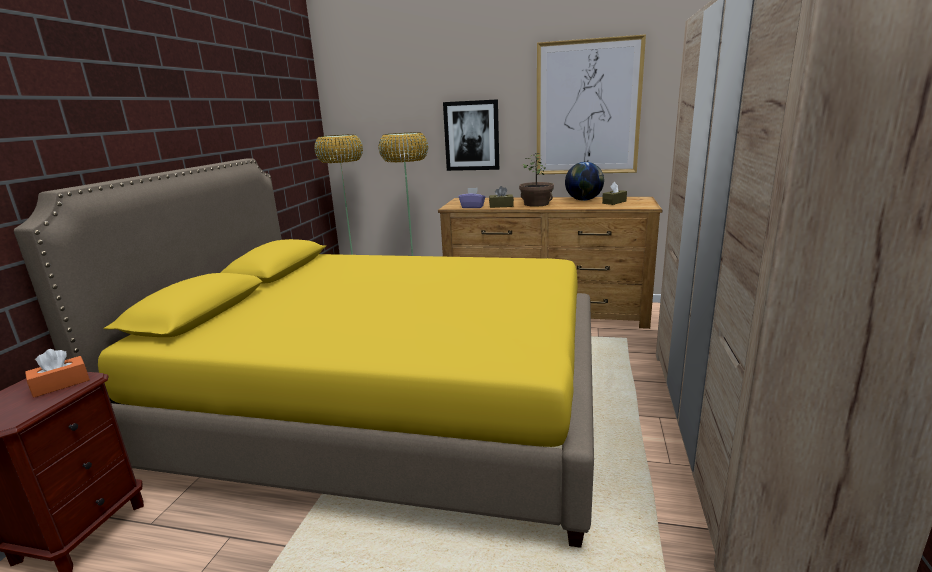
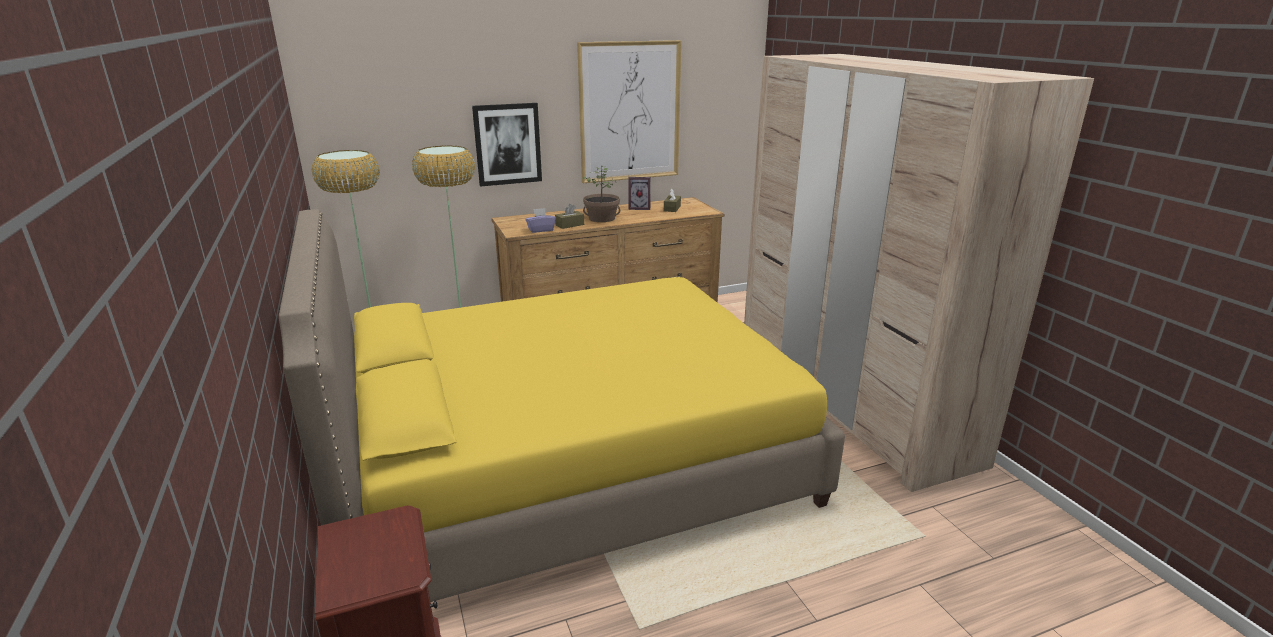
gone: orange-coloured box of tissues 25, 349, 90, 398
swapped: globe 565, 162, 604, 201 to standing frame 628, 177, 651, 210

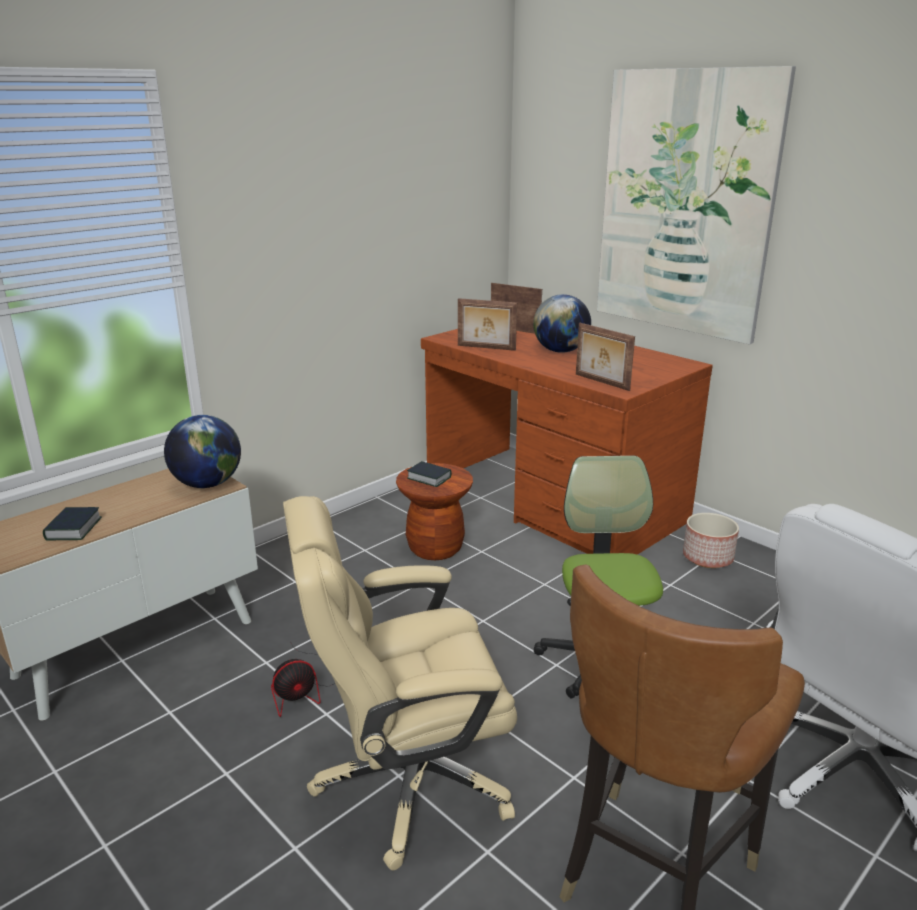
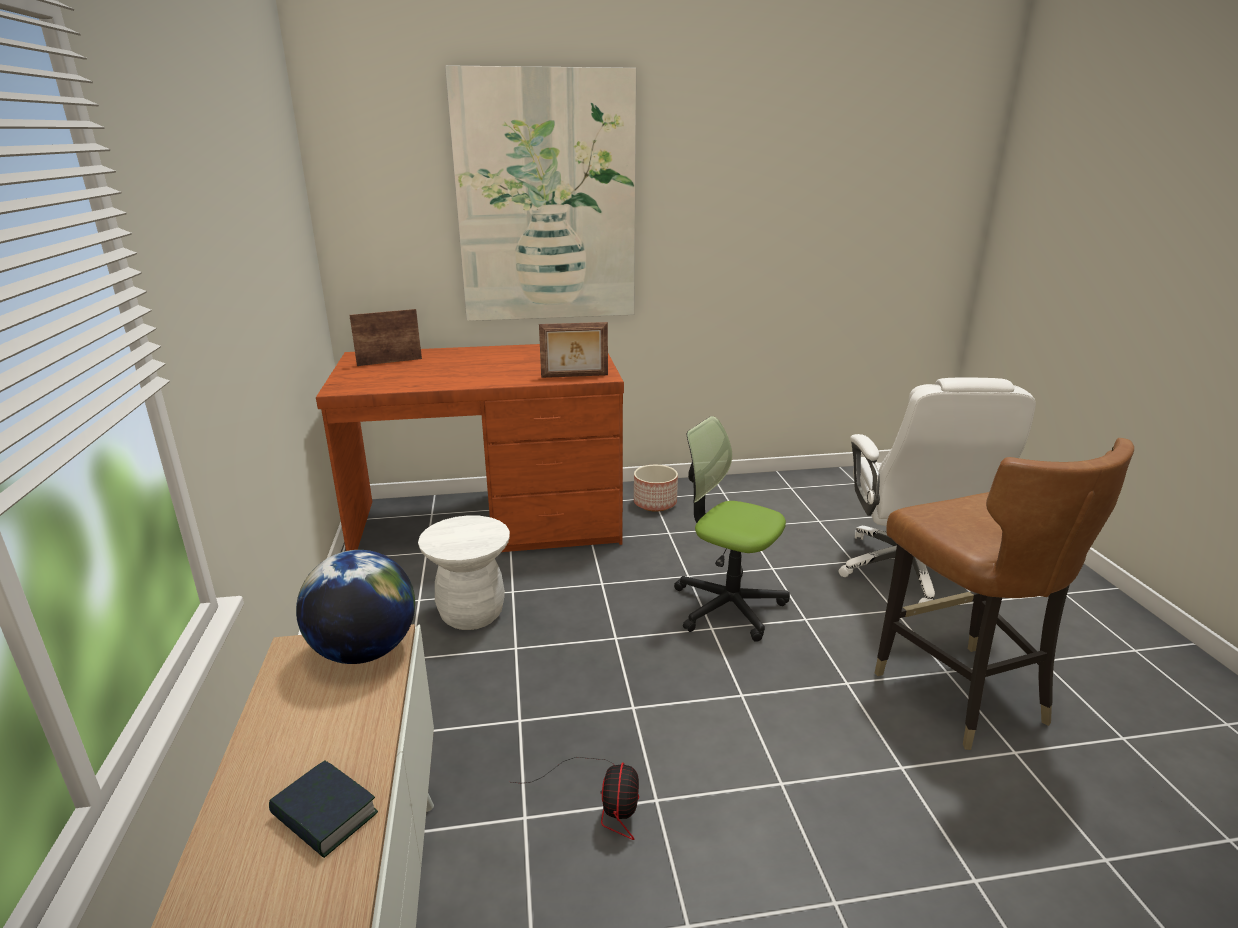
gone: beige computer chair 283, 496, 517, 870; book 407, 461, 452, 487; standing frame 458, 298, 517, 351; globe 533, 294, 591, 353
repainted: brownish stool seat 396, 463, 473, 560 to whitish stool seat 418, 515, 510, 630

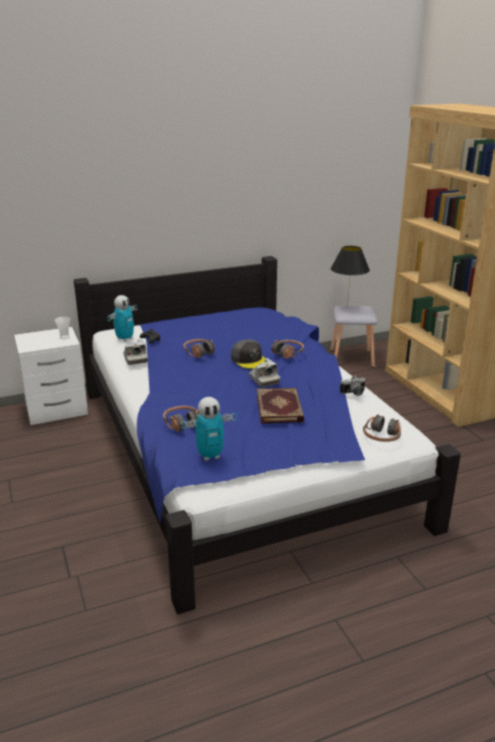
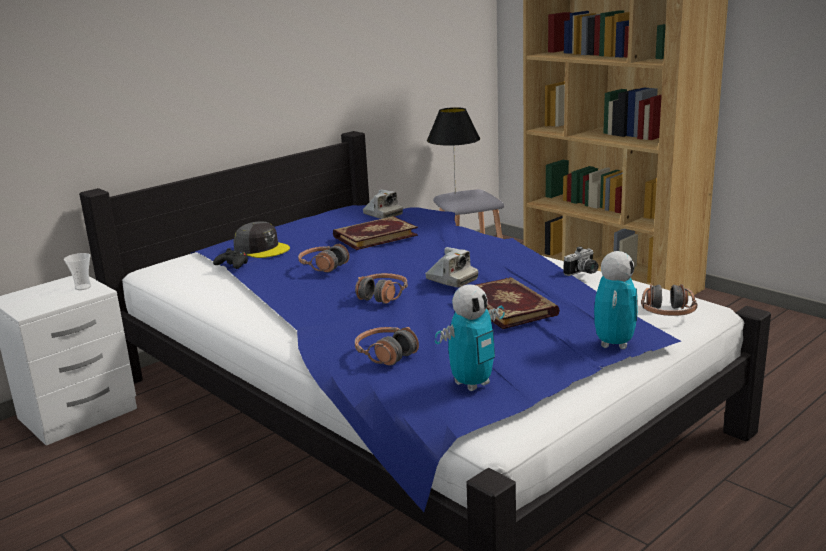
new: book 333, 216, 418, 250
shifted: robot figure 107, 295, 138, 342 to 594, 251, 638, 349; still camera 123, 339, 148, 365 to 363, 189, 403, 219; greyish baseball cap 231, 339, 265, 369 to 234, 221, 290, 258; headphones 271, 340, 304, 359 to 355, 273, 408, 304

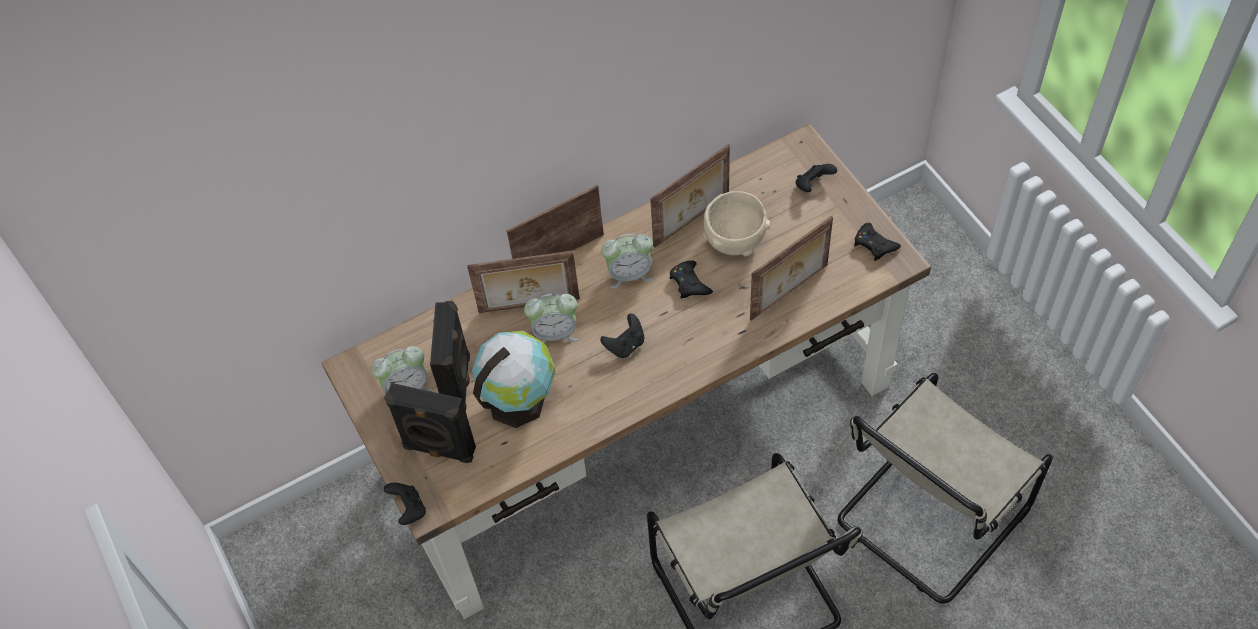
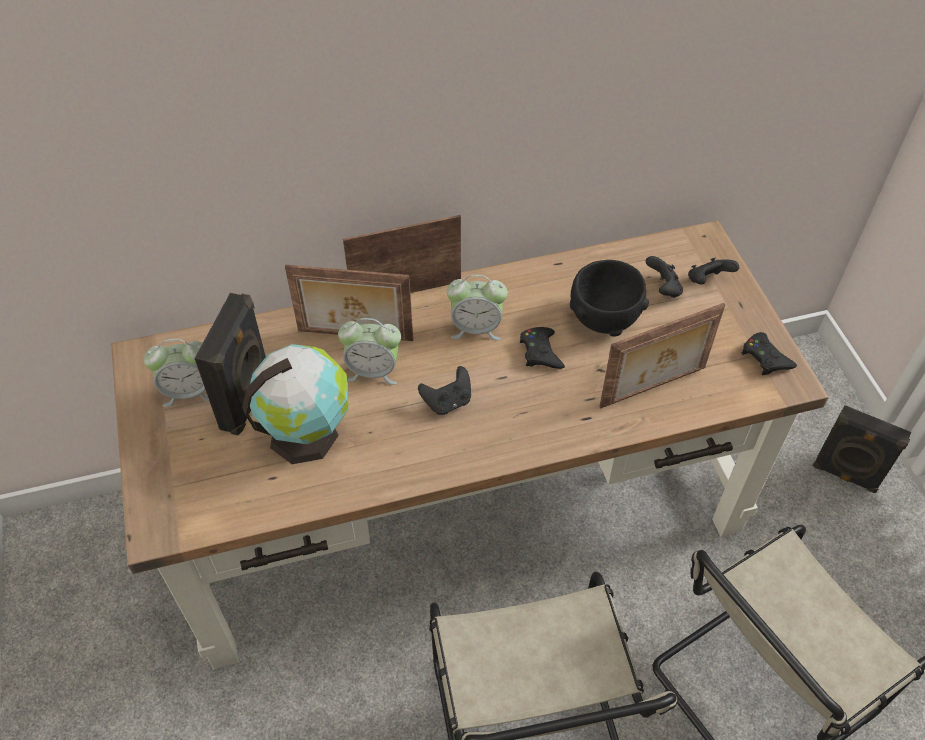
gone: standing frame 650, 144, 730, 248
shifted: black loudspeaker 384, 383, 476, 463 to 813, 405, 911, 493; black gamepad 384, 483, 426, 525 to 646, 256, 683, 298
repainted: beige serving bowl 703, 191, 770, 256 to black serving bowl 570, 260, 649, 336

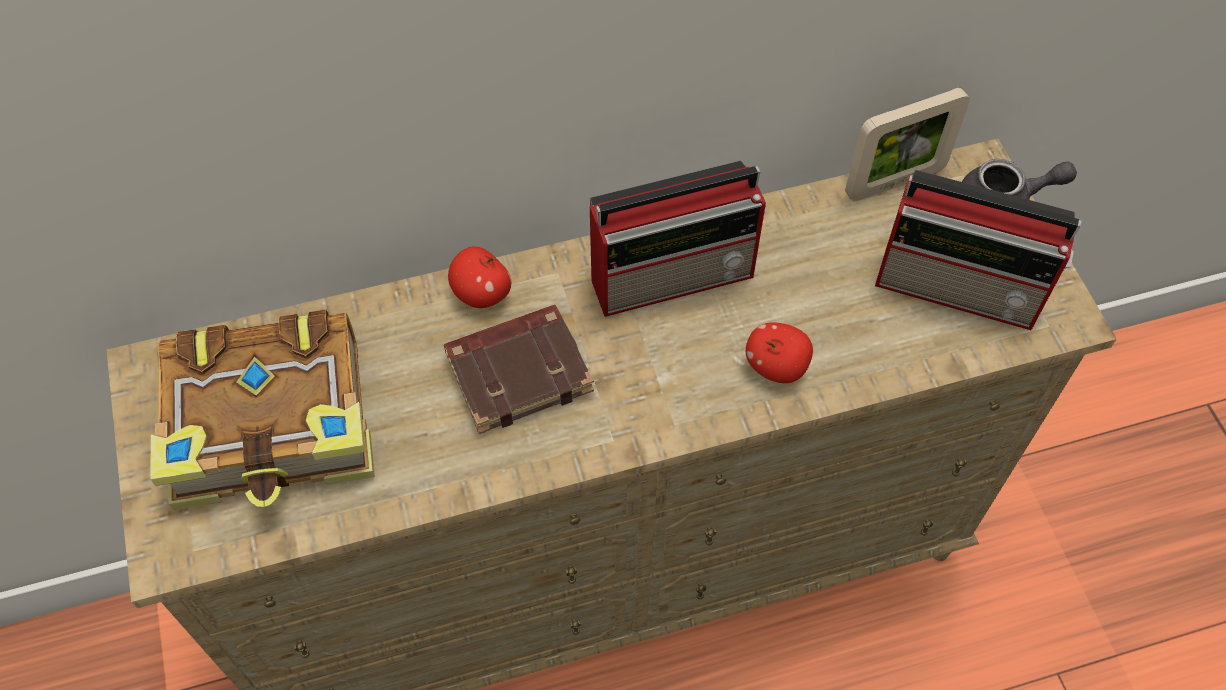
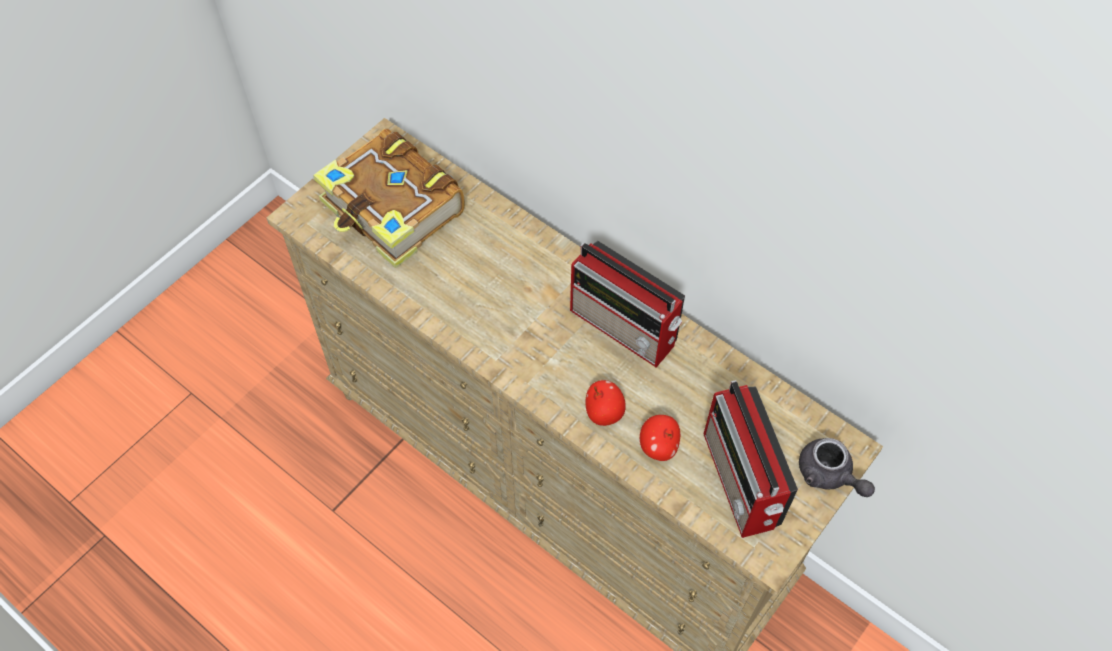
gone: brownish book 444, 305, 594, 434; standing frame 845, 88, 970, 201
shifted: apple 448, 246, 511, 308 to 640, 415, 680, 461

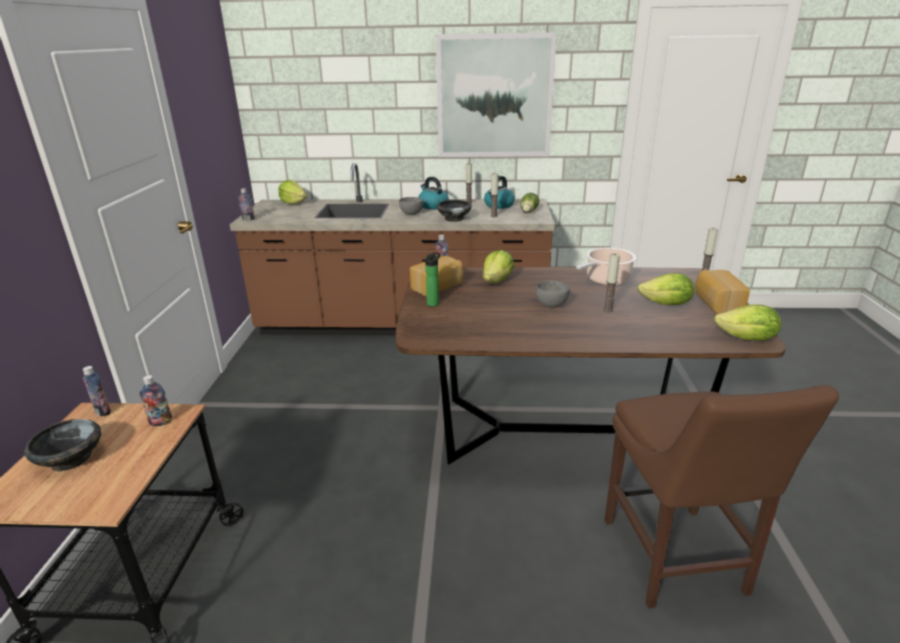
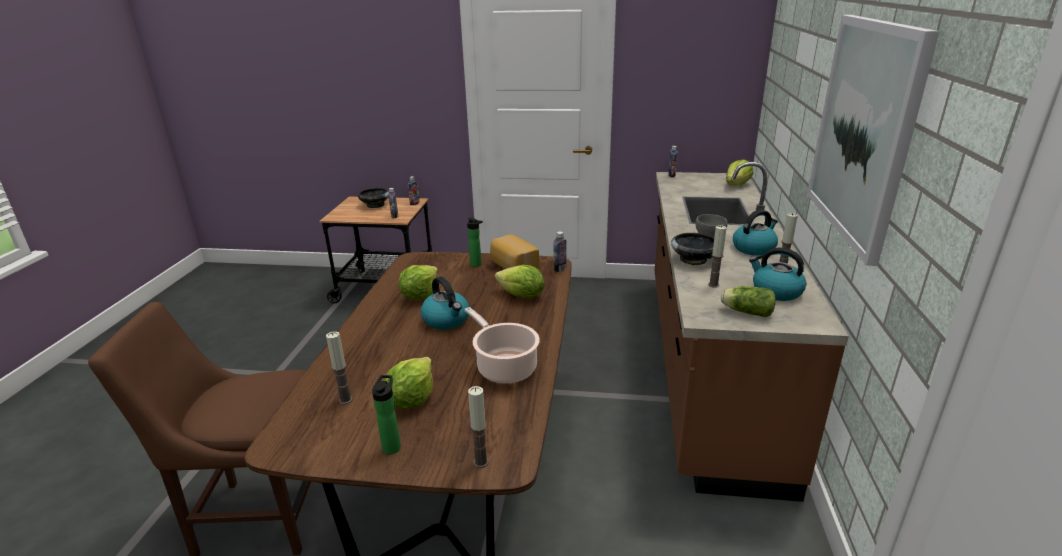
shifted: candle 603, 253, 620, 313 to 326, 331, 353, 404; lettuce 714, 304, 781, 341 to 399, 265, 438, 300
swapped: greyish serving bowl 536, 281, 570, 308 to water kettle 421, 277, 469, 330; bakery bread 695, 270, 750, 314 to beverage bottle 372, 375, 401, 454

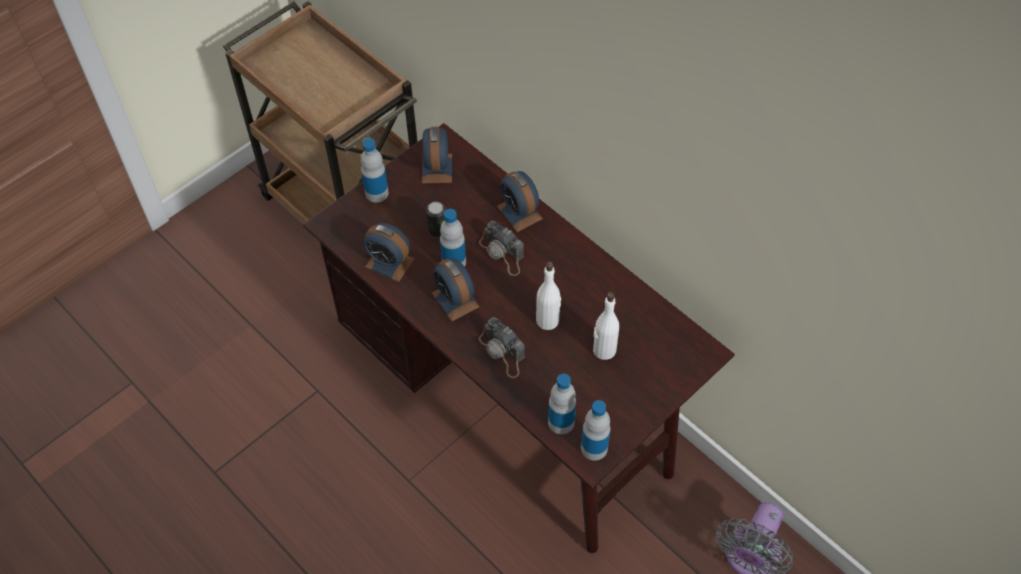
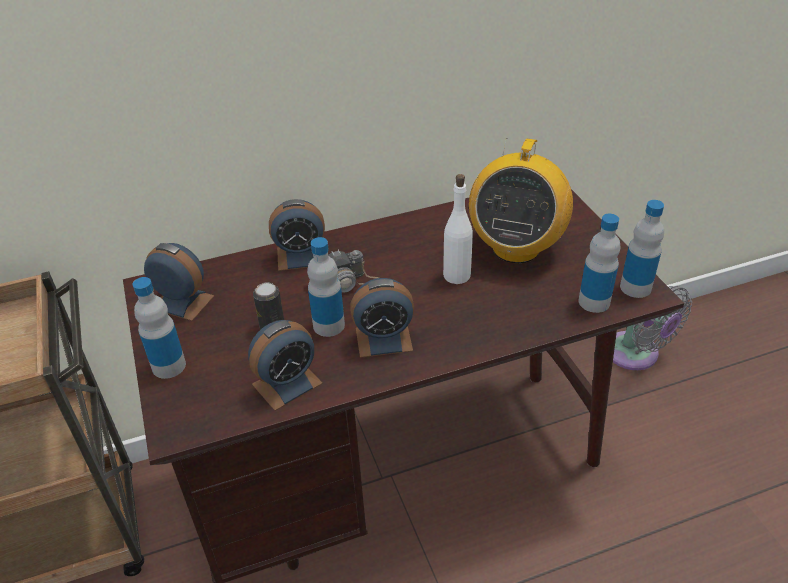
gone: still camera 479, 317, 525, 378
swapped: whitish beverage bottle 593, 292, 619, 360 to radio 469, 138, 573, 263

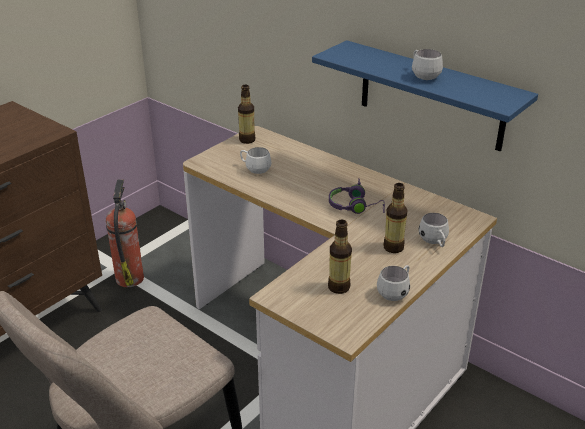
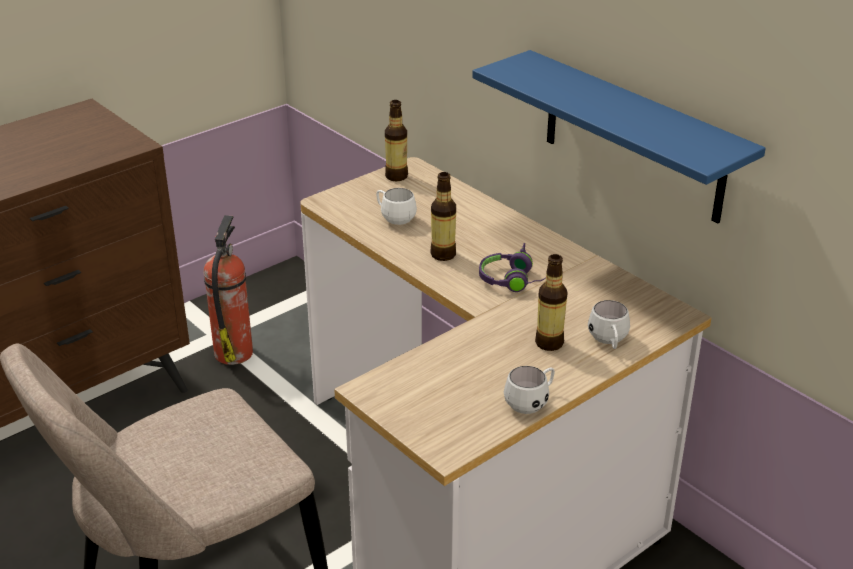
gone: whitish tea mug 412, 49, 443, 80
shifted: beverage bottle 328, 220, 352, 294 to 430, 172, 456, 261

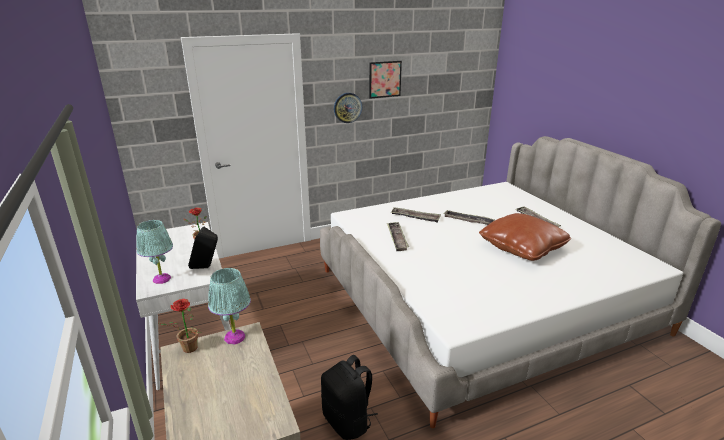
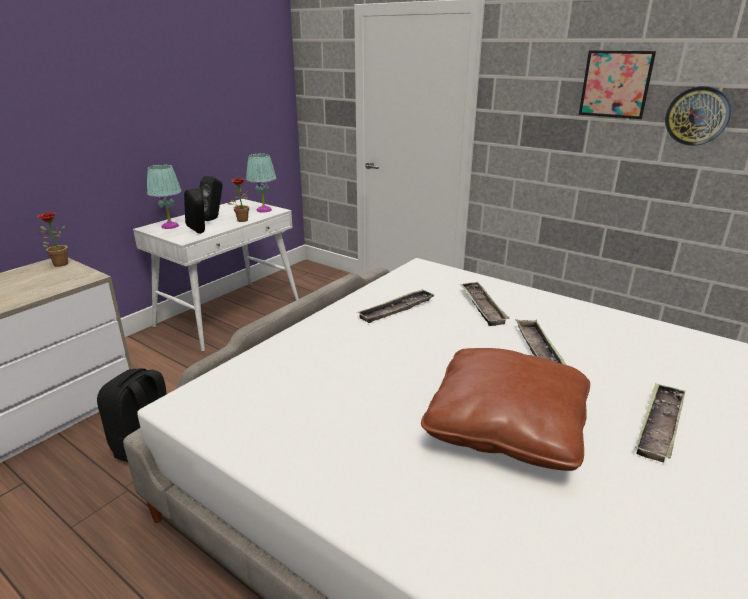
new: black loudspeaker 200, 176, 223, 221
shifted: turquoise-coloured lamp for a table 208, 268, 251, 344 to 246, 154, 276, 213; hanging clock 334, 93, 362, 123 to 665, 86, 731, 146

